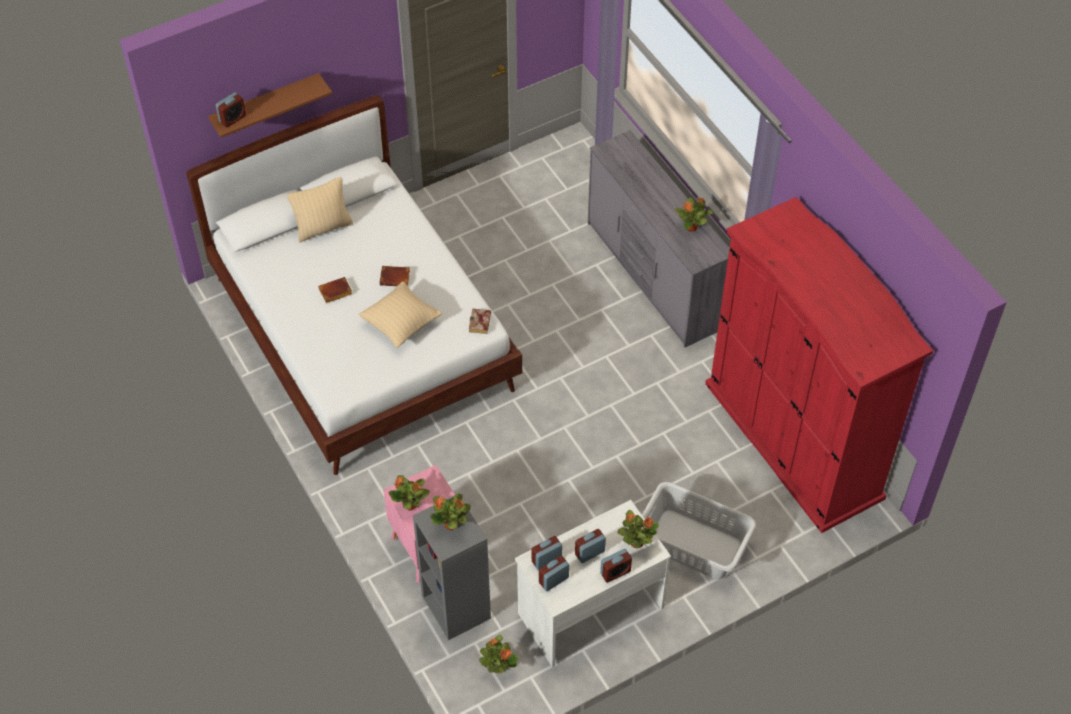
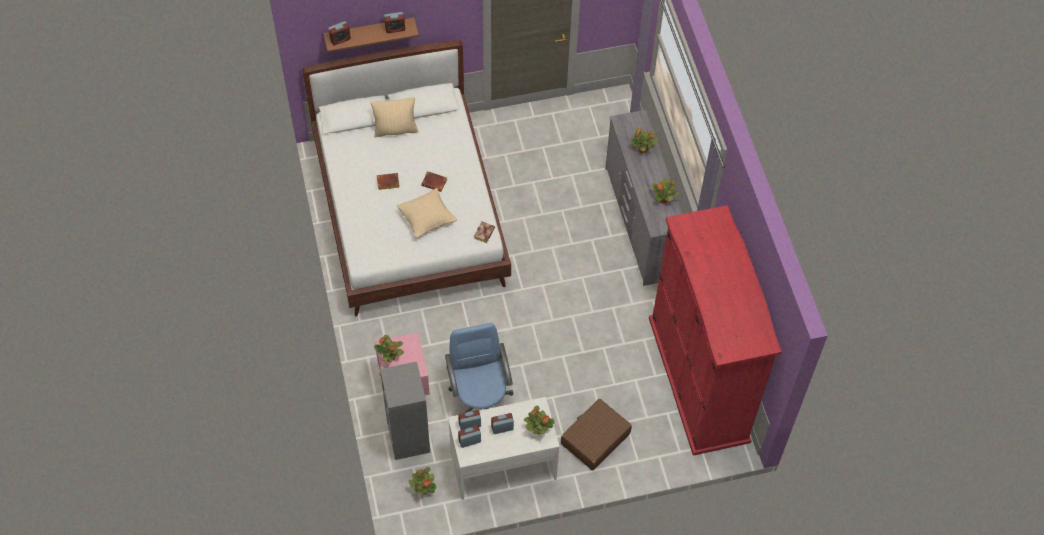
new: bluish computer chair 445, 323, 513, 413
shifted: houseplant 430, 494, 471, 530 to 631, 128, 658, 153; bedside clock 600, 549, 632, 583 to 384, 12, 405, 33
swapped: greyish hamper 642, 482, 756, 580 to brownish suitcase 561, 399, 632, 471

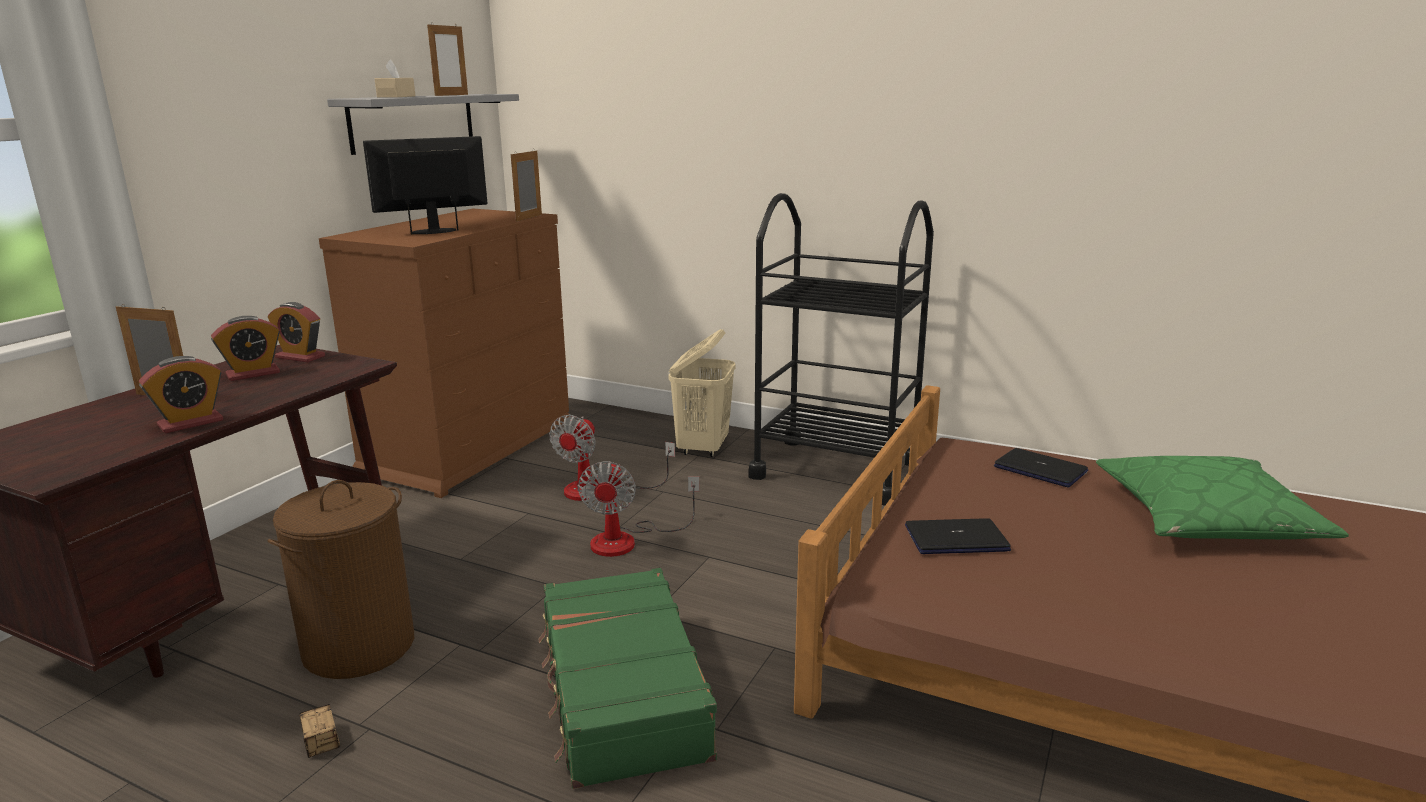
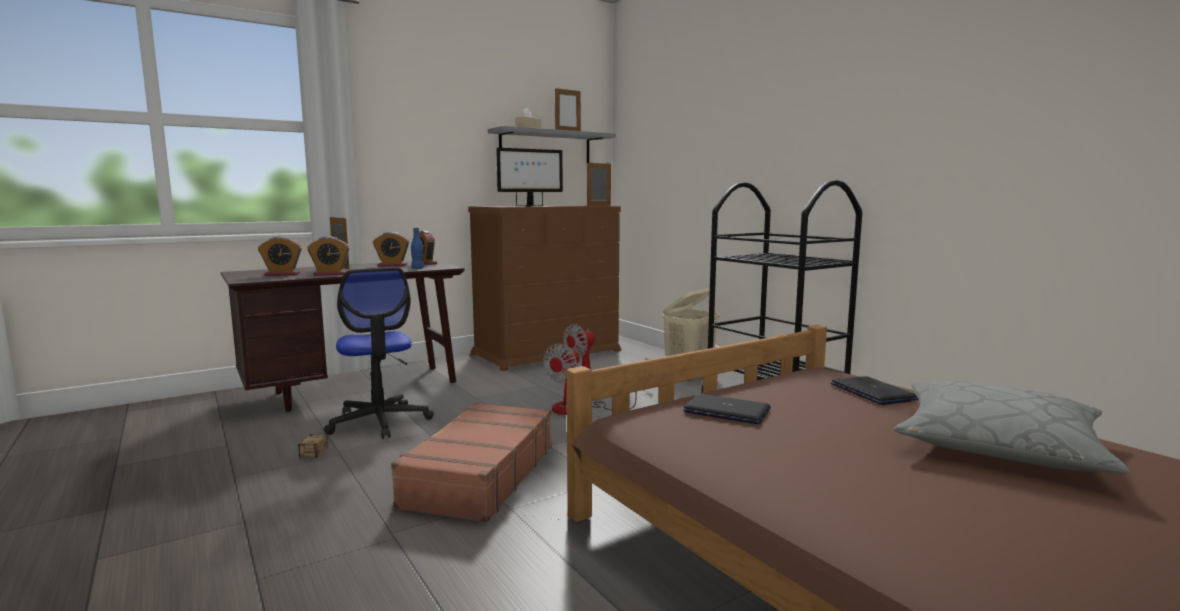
new: bedside clock 258, 236, 302, 276; bluish beverage bottle 411, 228, 424, 269
swapped: brownish hamper 267, 480, 414, 679 to computer chair 324, 268, 434, 439
repainted: greenish suitcase 538, 568, 717, 789 to brownish suitcase 391, 402, 552, 523; greenish throw pillow 1096, 456, 1349, 539 to greyish throw pillow 894, 381, 1129, 474
rotated: computer screen 363, 136, 488, 235 = 496, 148, 563, 206 150 degrees clockwise

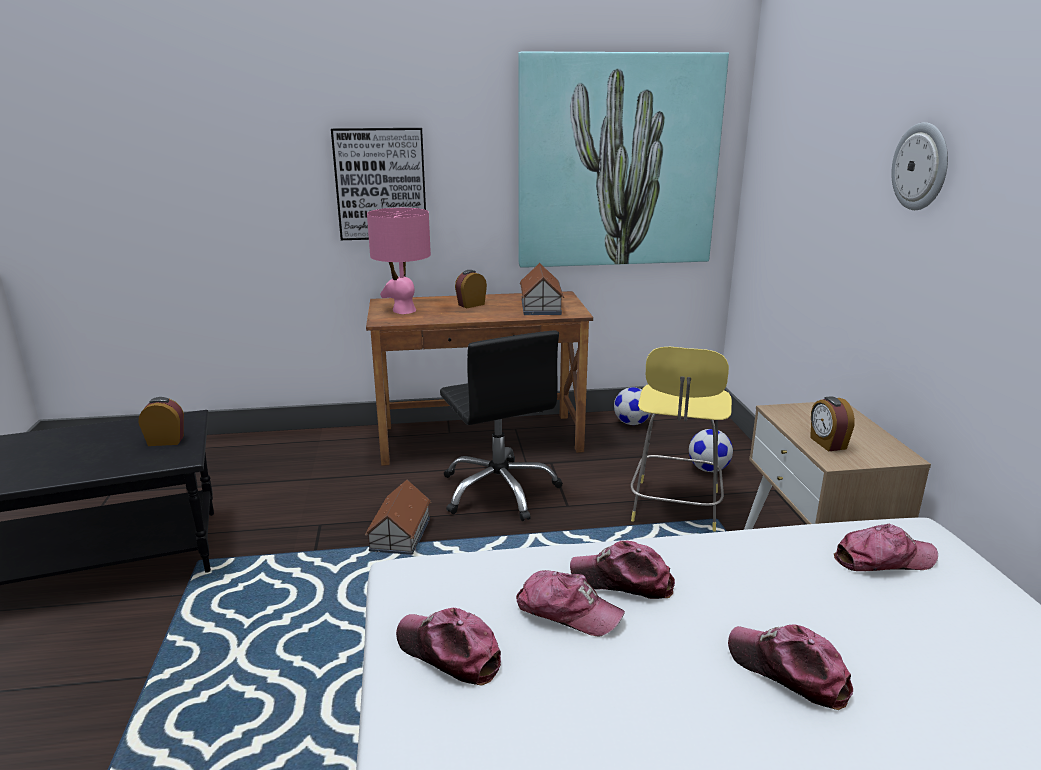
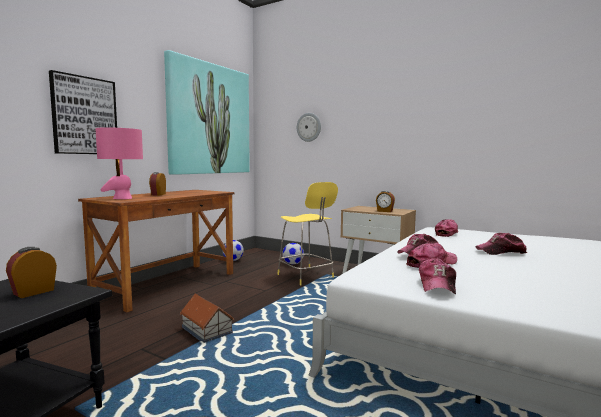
gone: black computer chair 440, 331, 563, 521; toy house 519, 263, 564, 315
shifted: hanging clock 891, 122, 948, 210 to 297, 113, 321, 142
rotated: baseball cap 396, 608, 501, 686 = 419, 258, 456, 295 60 degrees counterclockwise

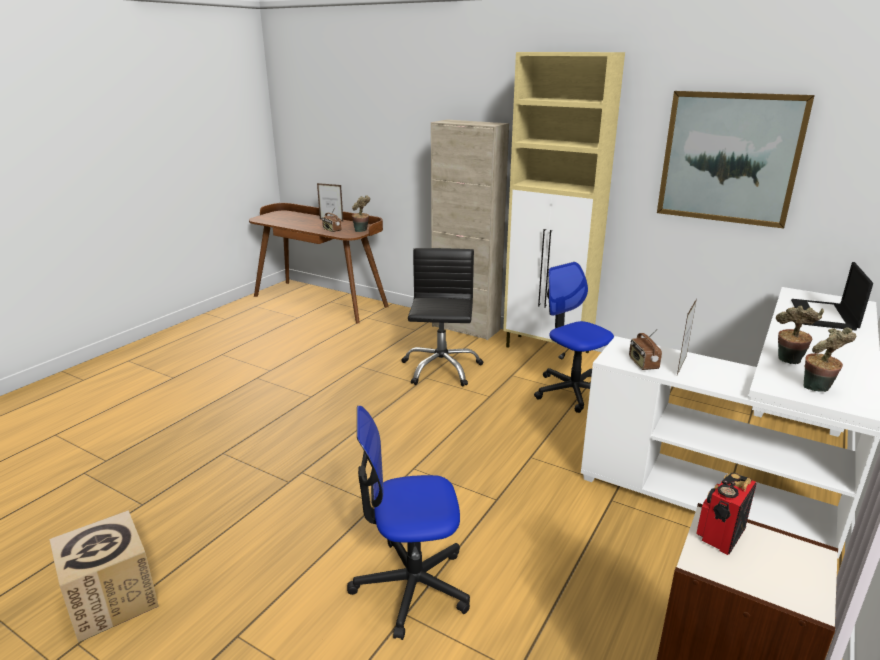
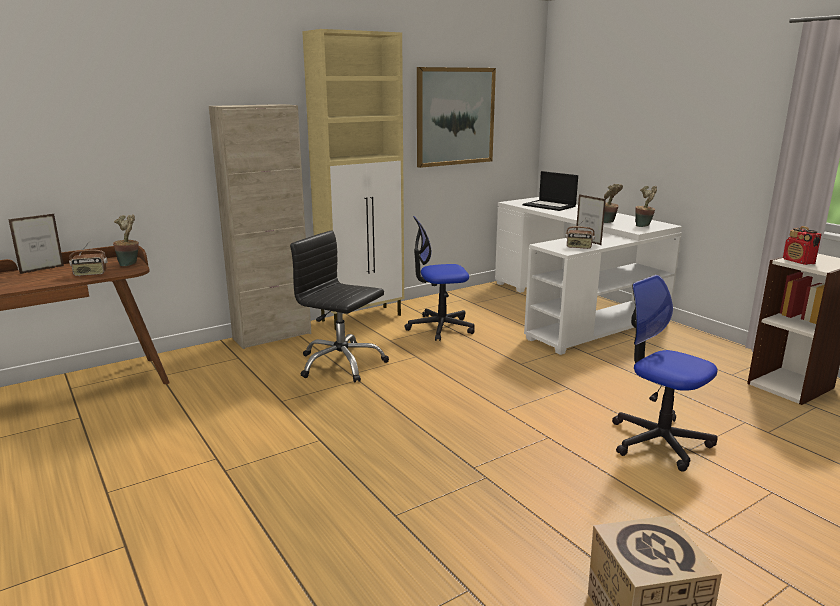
rotated: computer chair 347, 406, 470, 640 = 612, 275, 718, 471 120 degrees clockwise

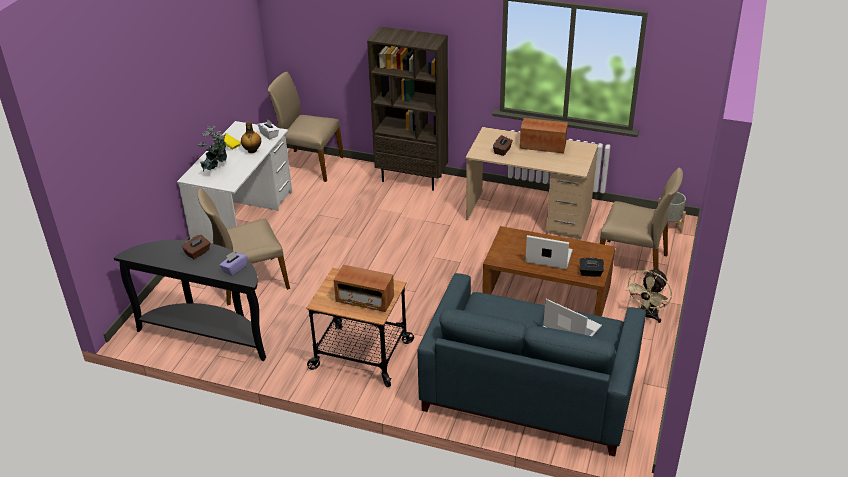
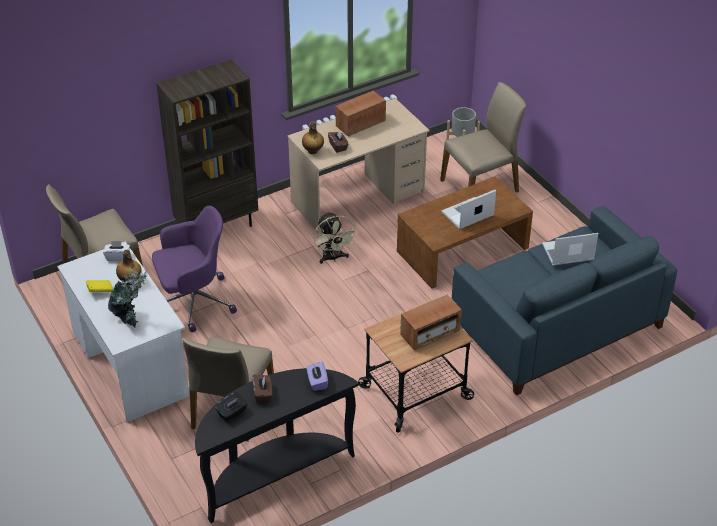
new: purple-coloured computer chair 152, 206, 237, 332; beverage bottle 302, 121, 324, 154
shifted: black box of tissues 580, 258, 604, 277 to 215, 392, 247, 422; beige electric fan 625, 269, 672, 323 to 313, 211, 358, 264

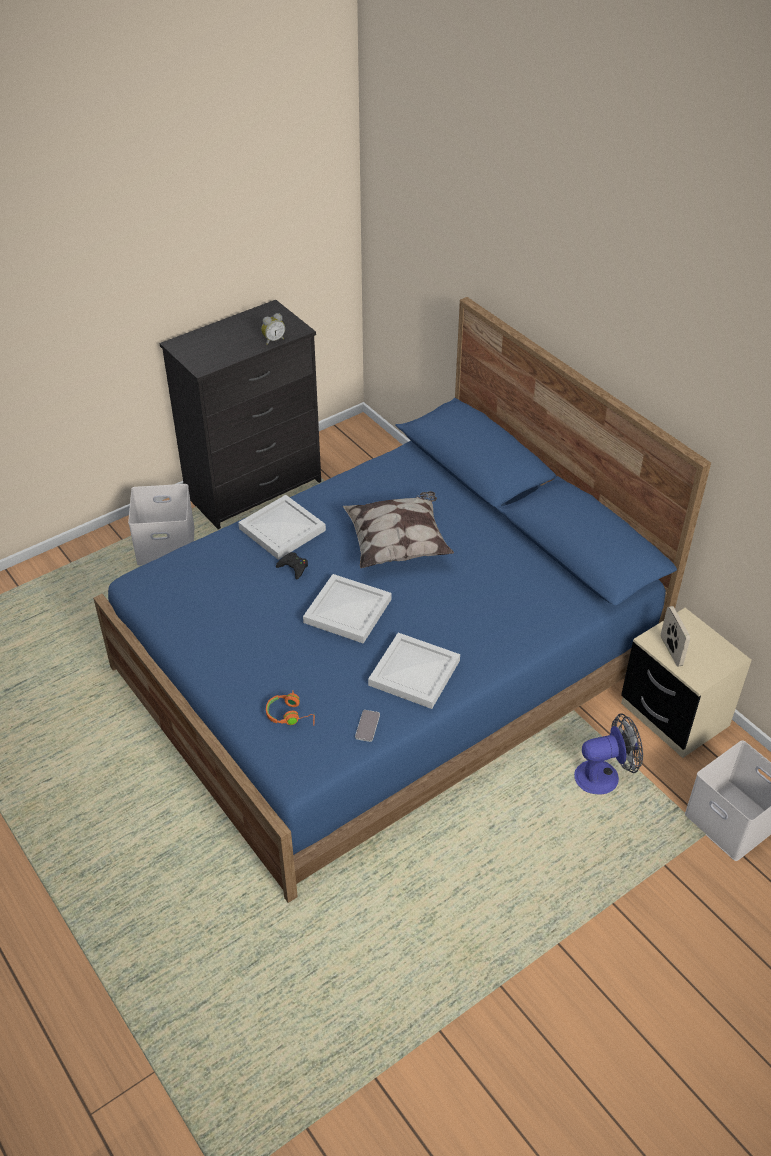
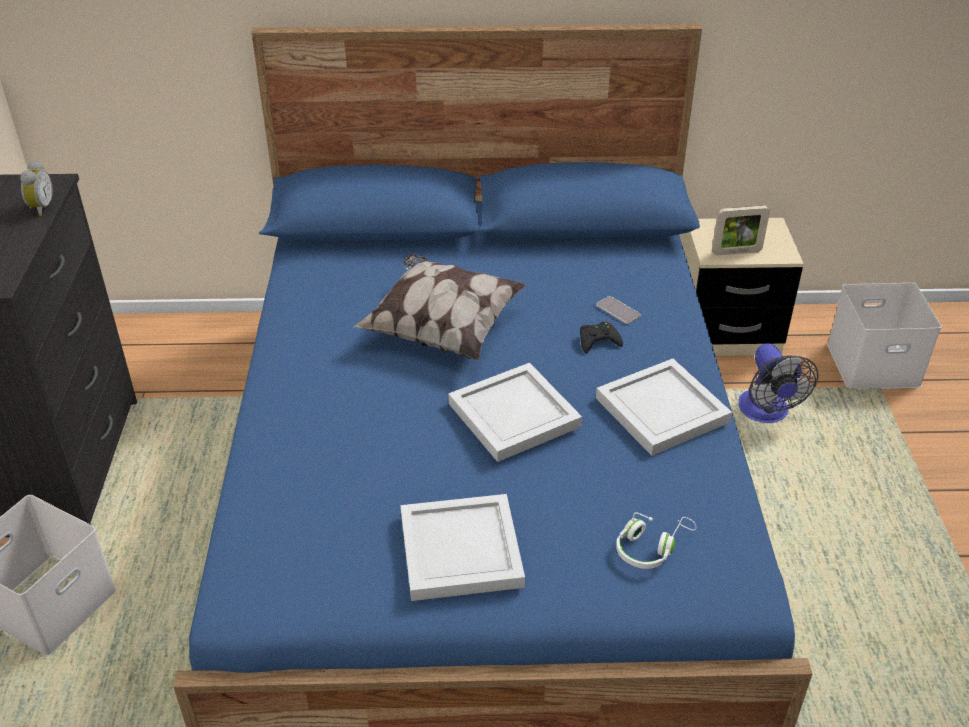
shifted: whitish serving tray 238, 495, 326, 560 to 401, 494, 525, 601; black gamepad 276, 552, 308, 580 to 580, 322, 623, 353; telephone 355, 710, 380, 742 to 596, 296, 641, 324
repainted: orange-coloured headphones 266, 690, 315, 726 to whitish headphones 616, 512, 697, 569
rotated: electric fan 574, 713, 643, 795 = 738, 343, 819, 423 150 degrees clockwise; standing frame 661, 606, 690, 667 = 712, 205, 770, 256 150 degrees clockwise

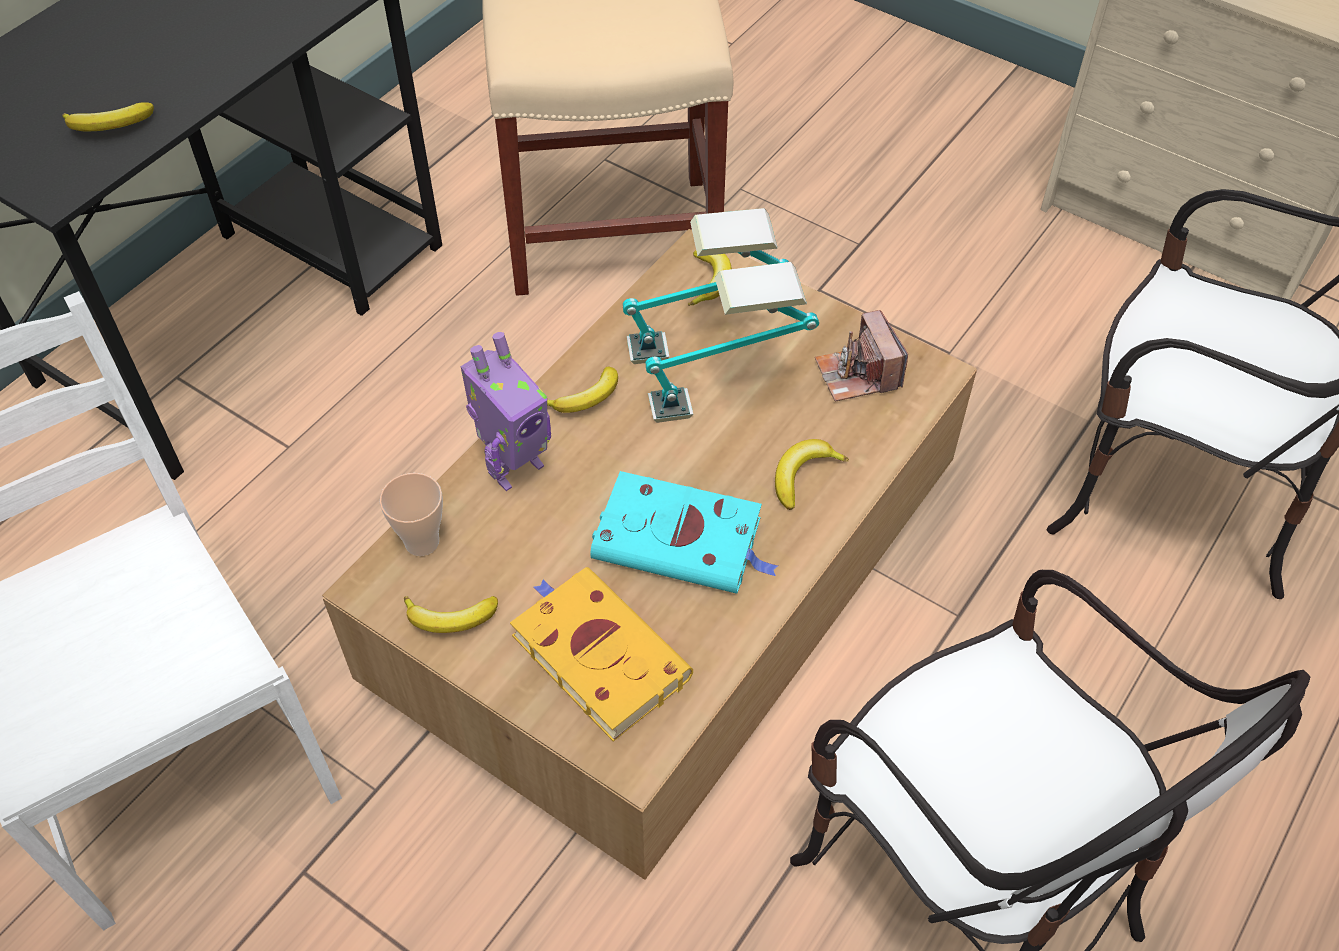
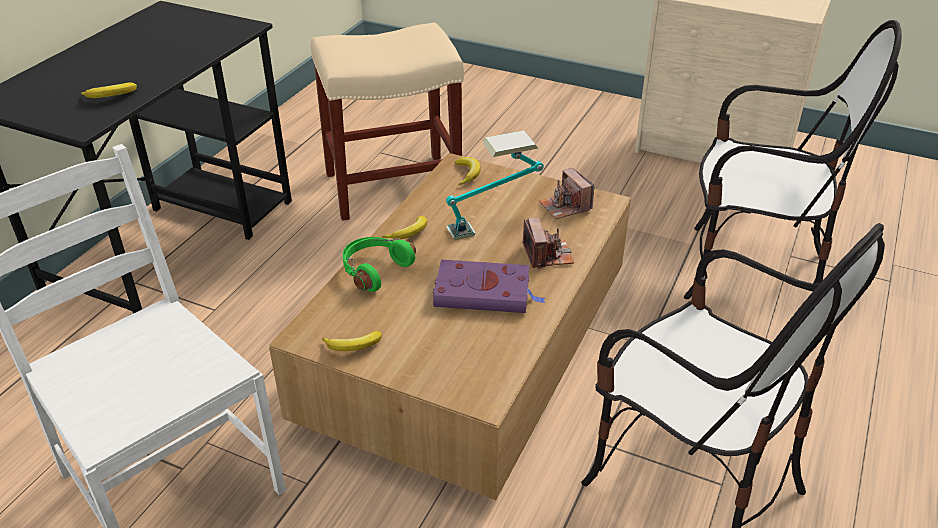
gone: small cup 380, 473, 443, 556; yellow-coloured book 510, 567, 693, 742; lamp for a table 623, 208, 789, 364
swapped: robot figure 461, 332, 551, 491 to greenish headphones 343, 237, 416, 292; banana 775, 439, 849, 510 to still camera 523, 218, 574, 269
repainted: turquoise-coloured book 590, 471, 778, 594 to purple-coloured book 433, 259, 545, 313

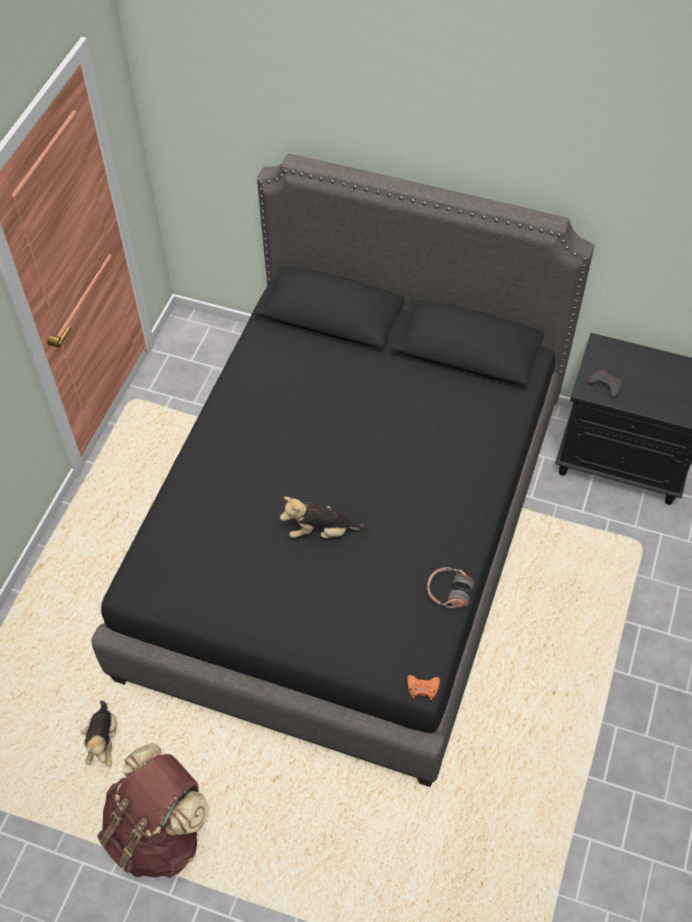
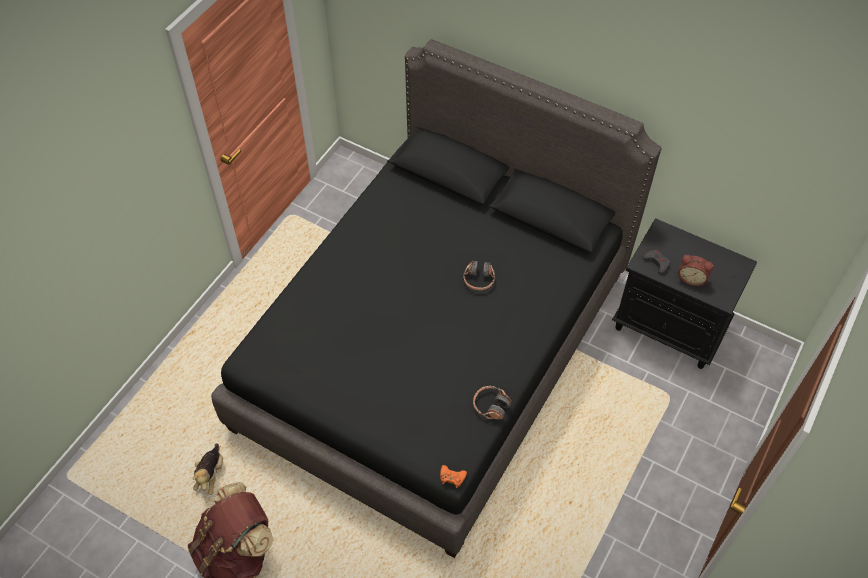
gone: cuddly toy 280, 497, 366, 538
new: headphones 463, 260, 495, 290; bedside clock 678, 255, 714, 286

